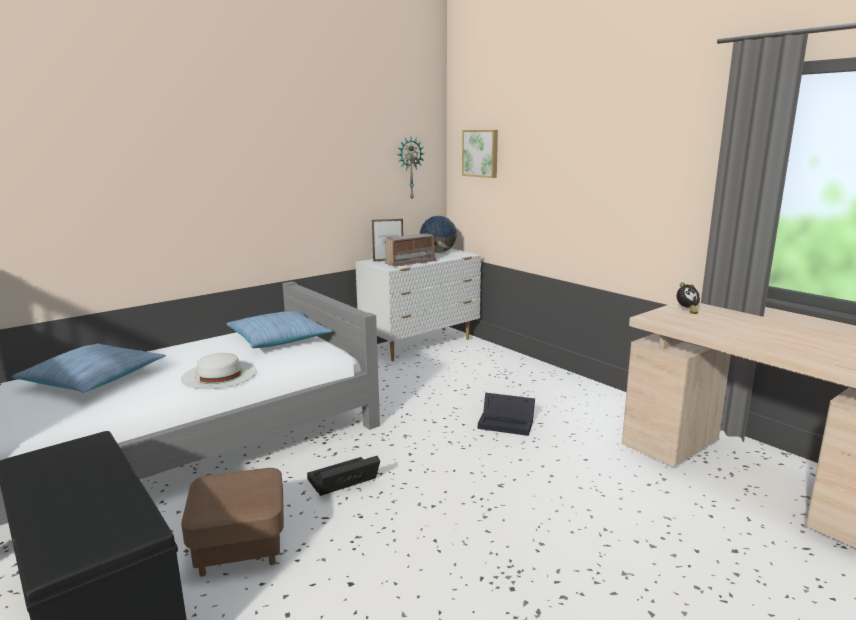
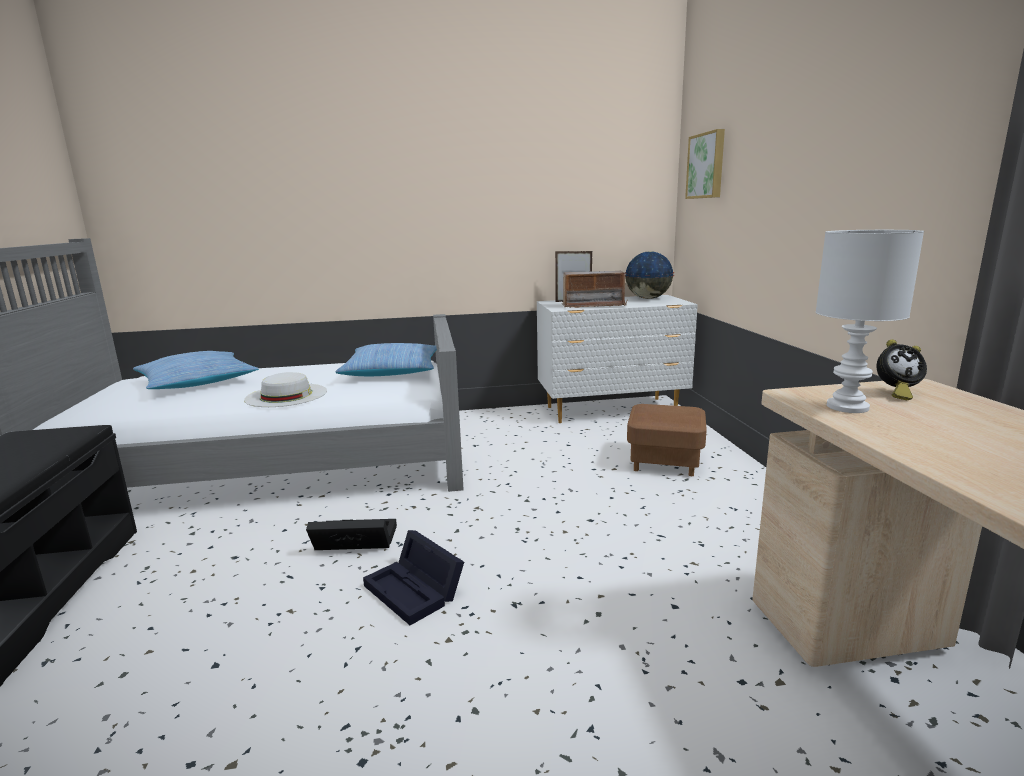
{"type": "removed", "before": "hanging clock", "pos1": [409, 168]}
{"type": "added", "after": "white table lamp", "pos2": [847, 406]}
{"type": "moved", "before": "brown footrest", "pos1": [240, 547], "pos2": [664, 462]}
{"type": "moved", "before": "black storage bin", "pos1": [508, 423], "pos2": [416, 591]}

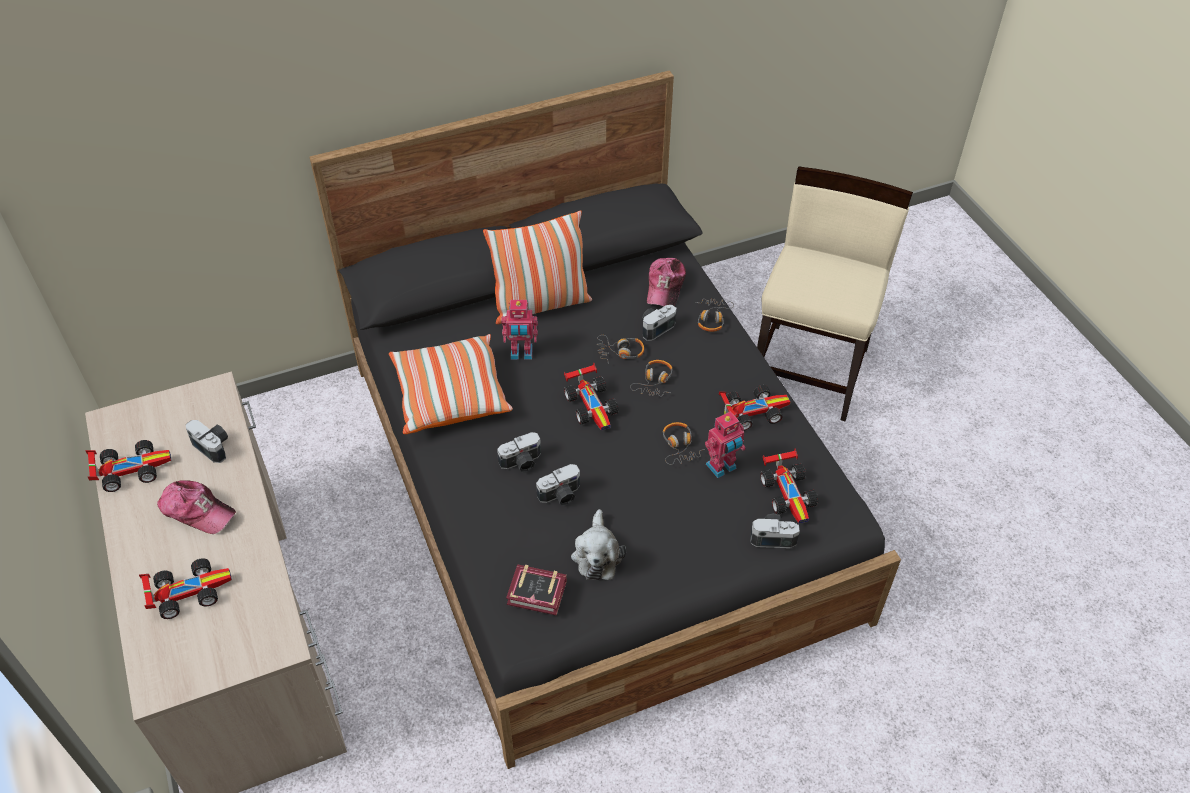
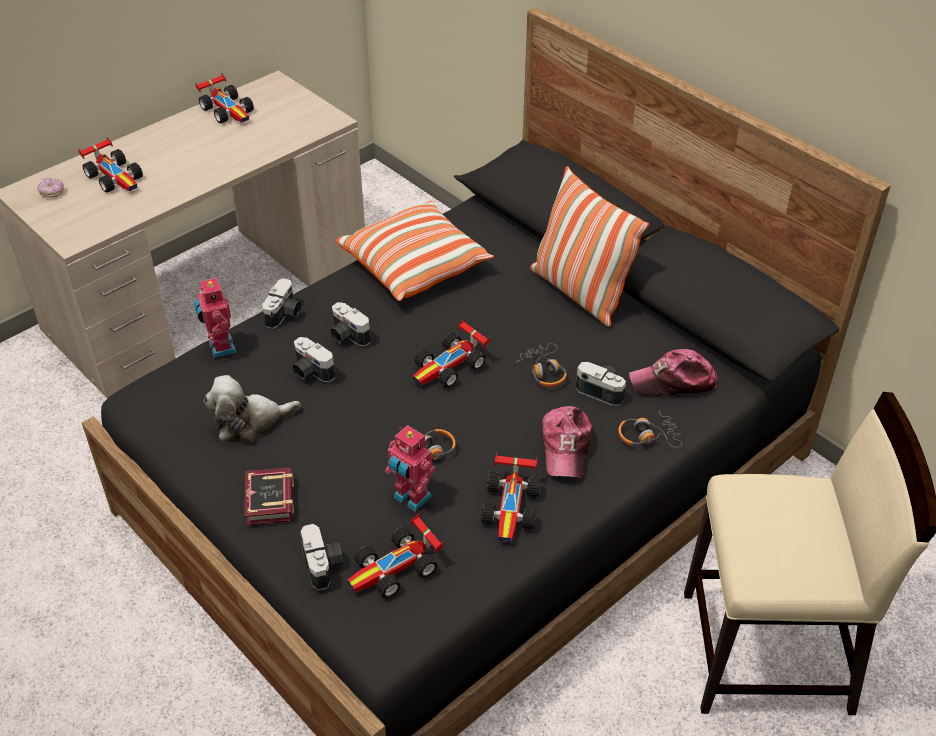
{"type": "removed", "before": "headset", "pos1": [654, 382]}
{"type": "added", "after": "donut", "pos2": [52, 192]}
{"type": "moved", "before": "peaked cap", "pos1": [197, 511], "pos2": [566, 447]}
{"type": "moved", "before": "still camera", "pos1": [214, 445], "pos2": [285, 315]}
{"type": "moved", "before": "toy robot", "pos1": [521, 354], "pos2": [220, 347]}
{"type": "moved", "before": "bound book", "pos1": [539, 595], "pos2": [268, 503]}
{"type": "turned", "before": "toy car", "pos1": [752, 411], "pos2": [512, 507], "turn": 45}

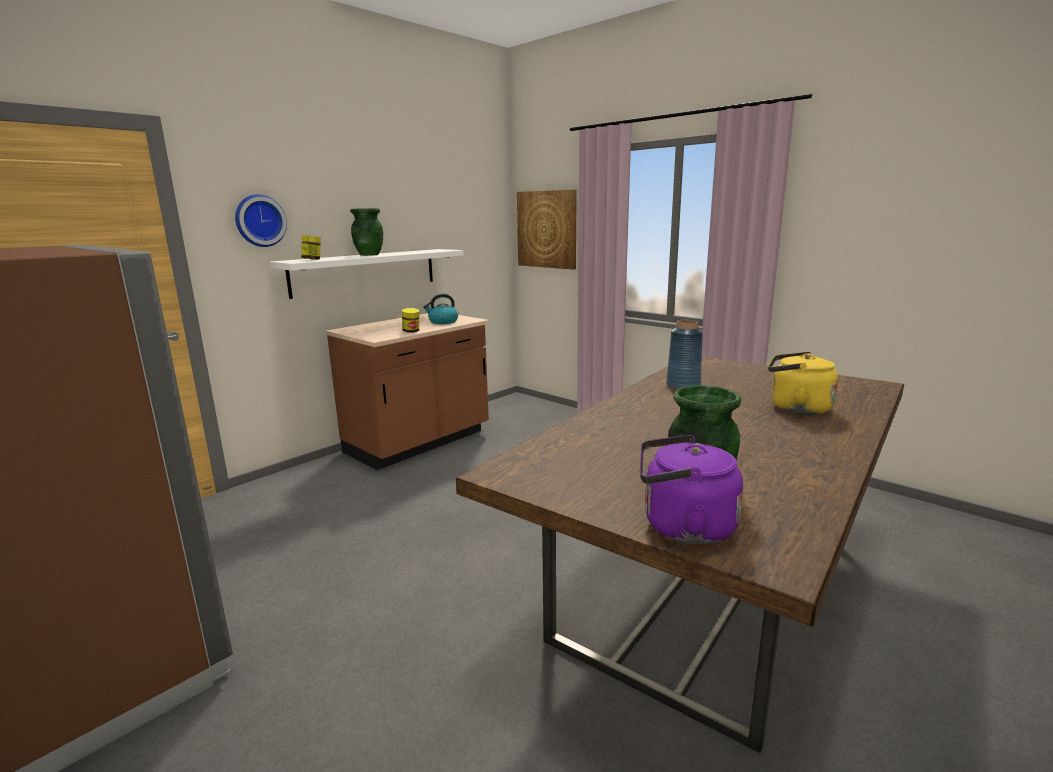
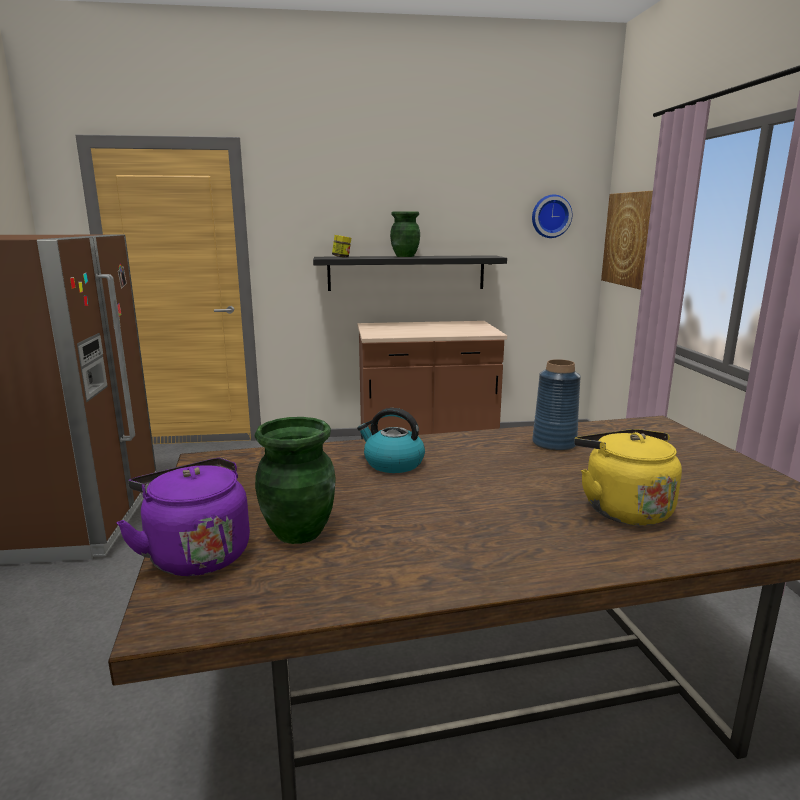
{"type": "removed", "before": "preserve jar", "pos1": [411, 331]}
{"type": "moved", "before": "hanging clock", "pos1": [259, 221], "pos2": [550, 216]}
{"type": "moved", "before": "water kettle", "pos1": [443, 322], "pos2": [392, 463]}
{"type": "recoloured", "before": "white wall shelf", "after": "black wall shelf", "pos1": [366, 272], "pos2": [406, 273]}

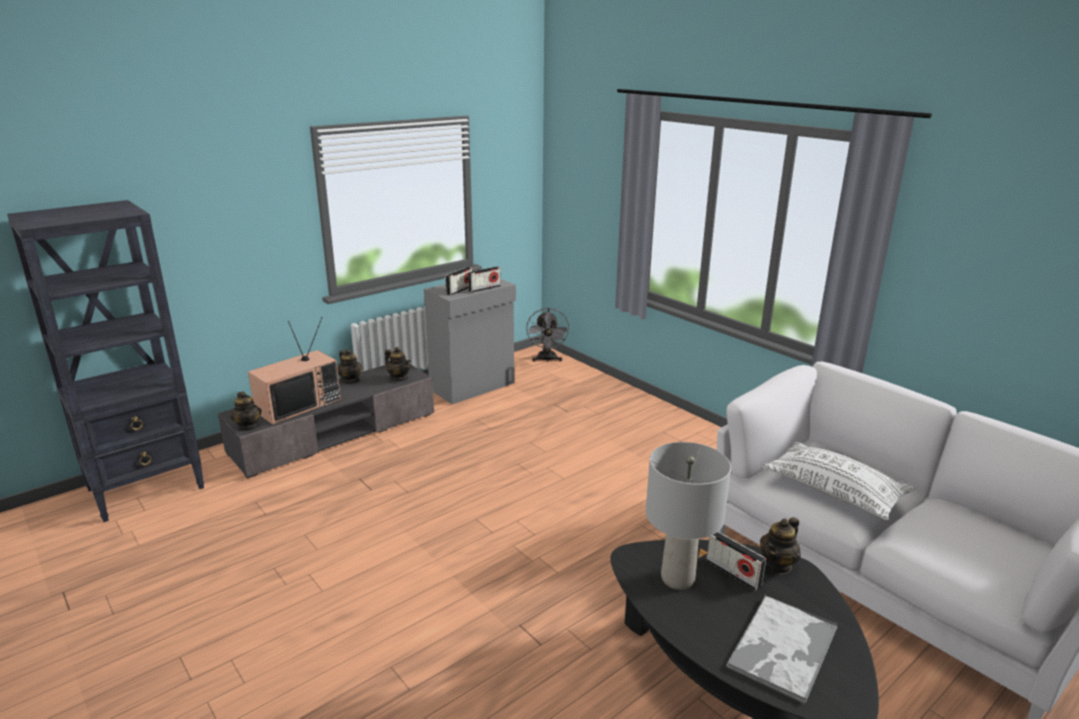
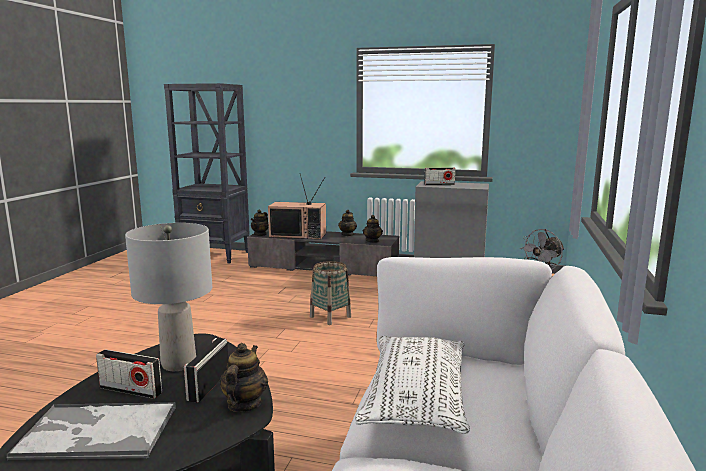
{"type": "added", "after": "storage basket", "pos2": [330, 317]}
{"type": "moved", "before": "radio set", "pos1": [484, 288], "pos2": [131, 390]}
{"type": "turned", "before": "teapot", "pos1": [777, 565], "pos2": [244, 404], "turn": 90}

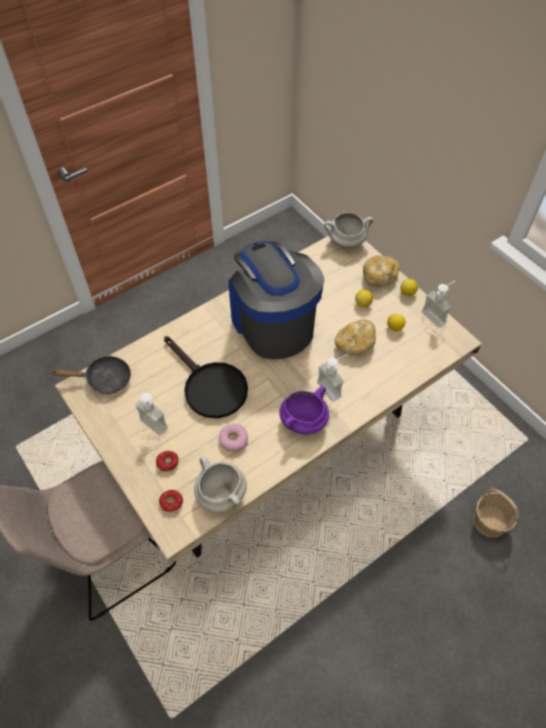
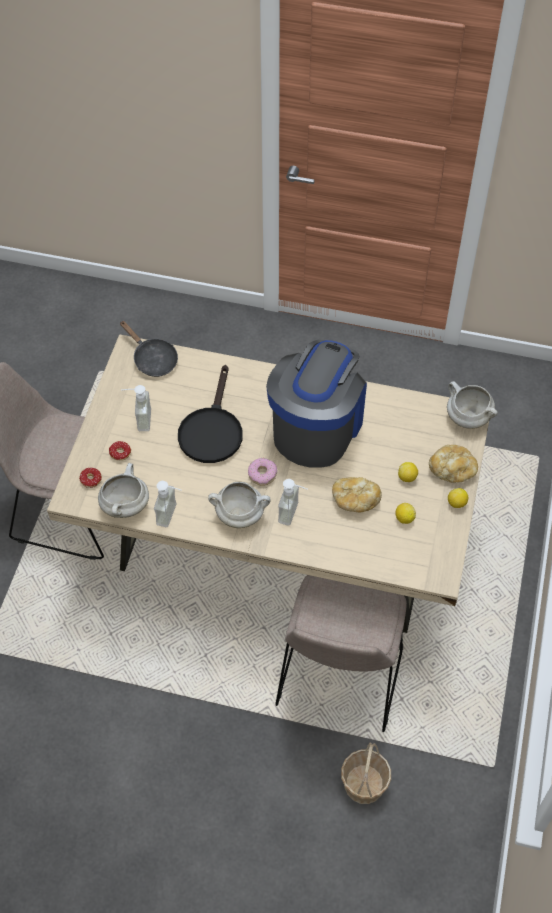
{"type": "added", "after": "beige plain chair", "pos2": [339, 678]}
{"type": "moved", "before": "donut", "pos1": [234, 440], "pos2": [262, 474]}
{"type": "moved", "before": "liquid soap bottle", "pos1": [437, 315], "pos2": [172, 515]}
{"type": "recoloured", "before": "purple-coloured saucepot", "after": "white saucepot", "pos1": [303, 421], "pos2": [240, 515]}

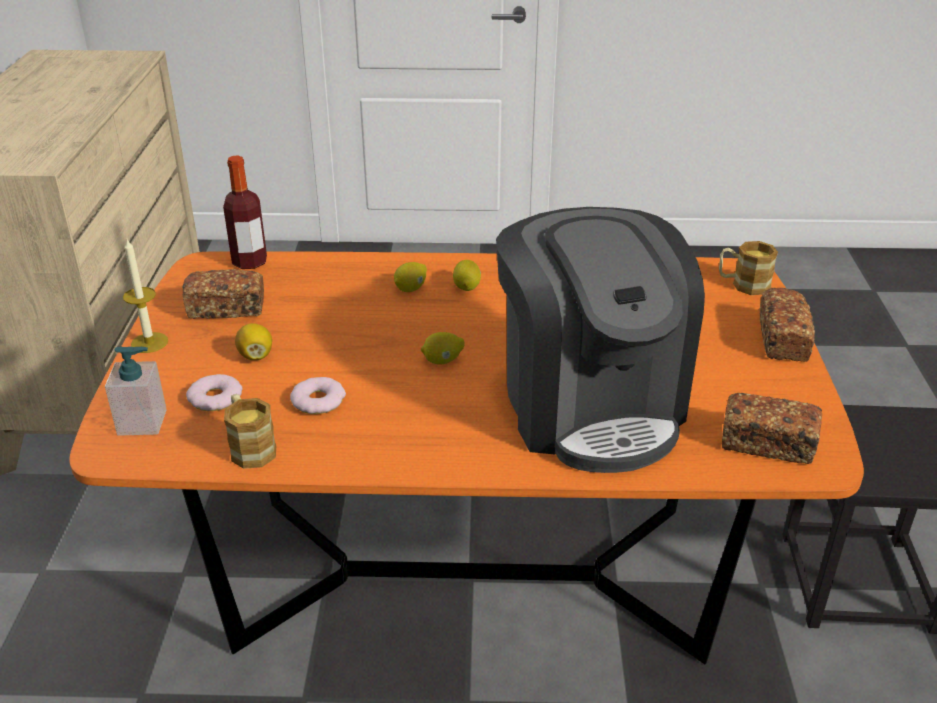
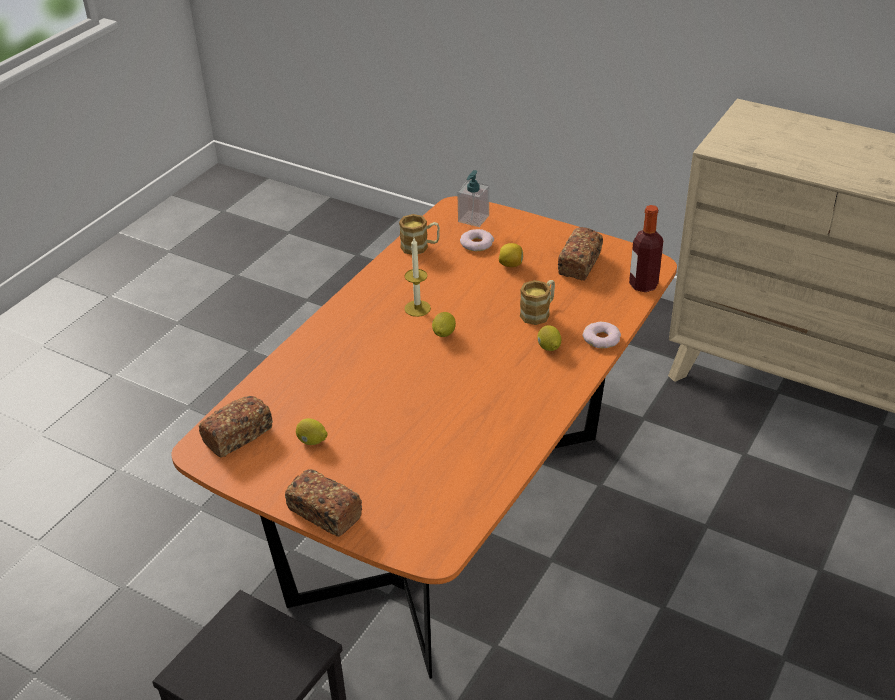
{"type": "removed", "before": "coffee maker", "pos1": [590, 405]}
{"type": "moved", "before": "candle", "pos1": [149, 342], "pos2": [417, 308]}
{"type": "moved", "before": "donut", "pos1": [318, 400], "pos2": [601, 339]}
{"type": "moved", "before": "citrus fruit", "pos1": [467, 287], "pos2": [312, 441]}
{"type": "moved", "before": "mug", "pos1": [743, 284], "pos2": [539, 312]}

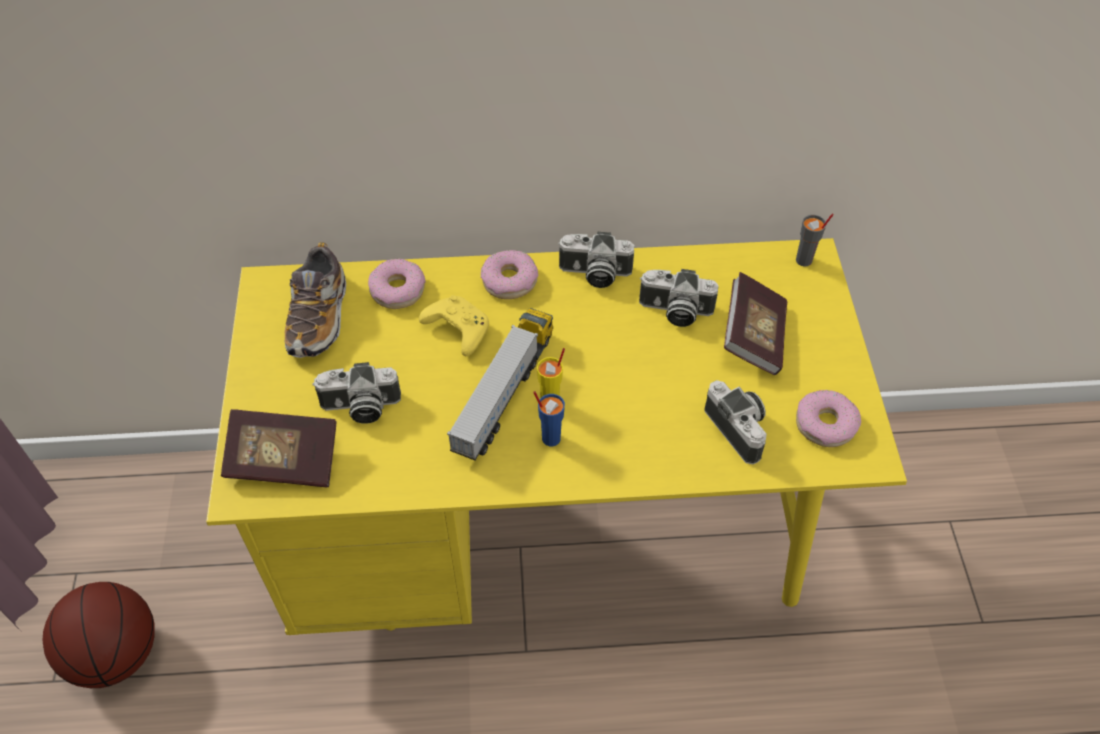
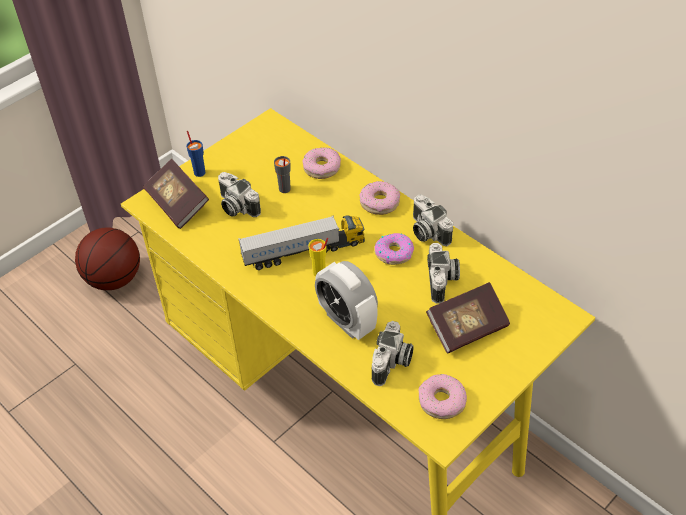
{"type": "removed", "before": "item of footwear", "pos1": [318, 317]}
{"type": "removed", "before": "yellowish game controller", "pos1": [457, 330]}
{"type": "added", "after": "alarm clock", "pos2": [347, 321]}
{"type": "added", "after": "donut", "pos2": [394, 253]}
{"type": "moved", "before": "blue cup", "pos1": [550, 438], "pos2": [199, 172]}
{"type": "moved", "before": "gray cup", "pos1": [804, 260], "pos2": [284, 189]}
{"type": "turned", "before": "still camera", "pos1": [674, 311], "pos2": [442, 281], "turn": -150}

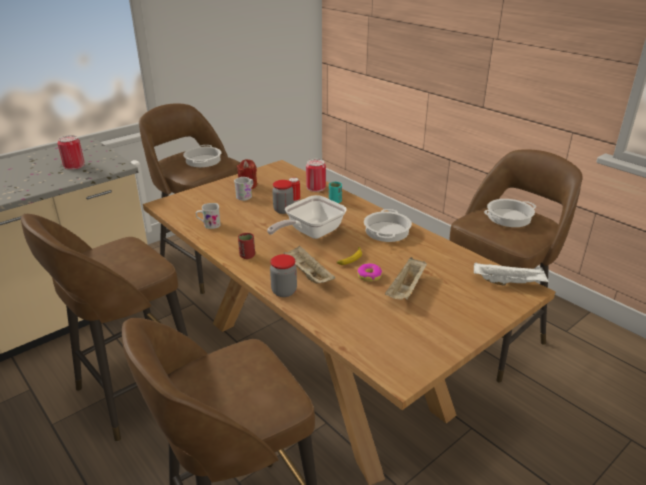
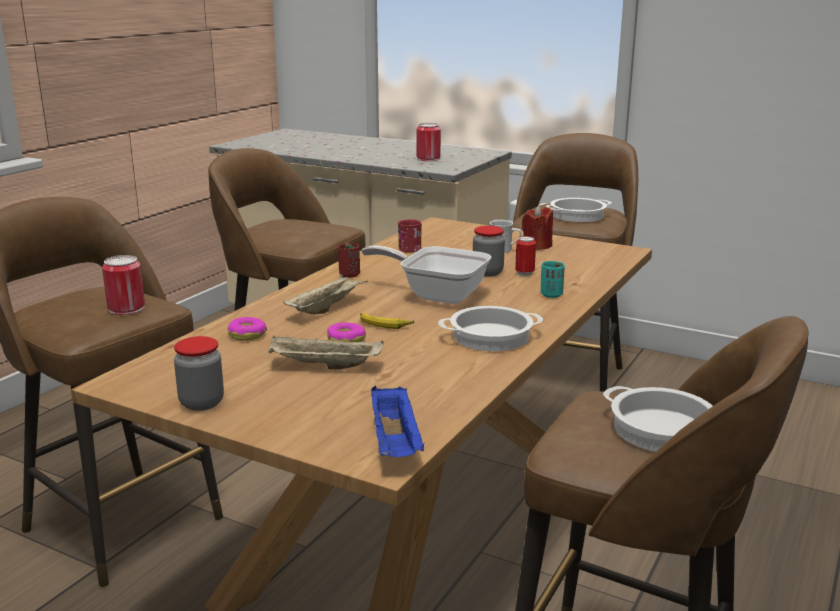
{"type": "added", "after": "donut", "pos2": [247, 335]}
{"type": "moved", "before": "preserve jar", "pos1": [284, 291], "pos2": [201, 403]}
{"type": "moved", "before": "metal can", "pos1": [316, 187], "pos2": [126, 308]}
{"type": "recoloured", "before": "white mug", "after": "reddish mug", "pos1": [209, 225], "pos2": [407, 248]}
{"type": "recoloured", "before": "white carrying tray", "after": "blue carrying tray", "pos1": [509, 283], "pos2": [395, 442]}

